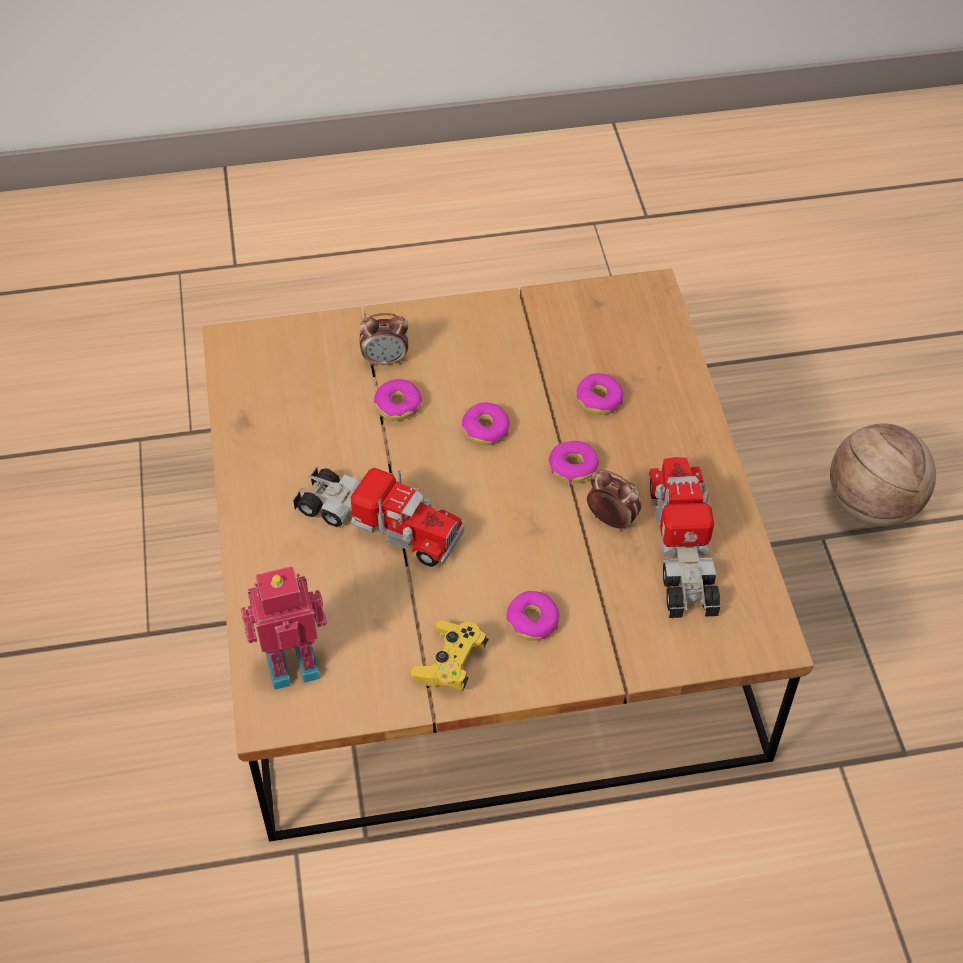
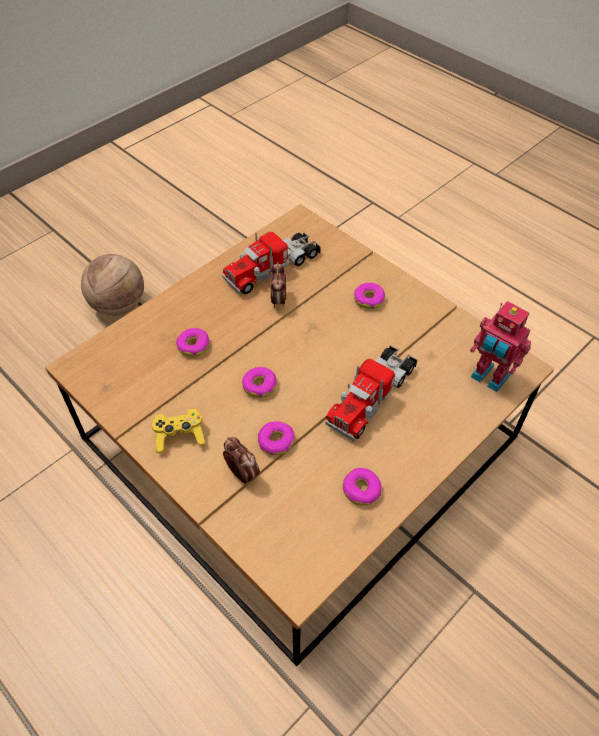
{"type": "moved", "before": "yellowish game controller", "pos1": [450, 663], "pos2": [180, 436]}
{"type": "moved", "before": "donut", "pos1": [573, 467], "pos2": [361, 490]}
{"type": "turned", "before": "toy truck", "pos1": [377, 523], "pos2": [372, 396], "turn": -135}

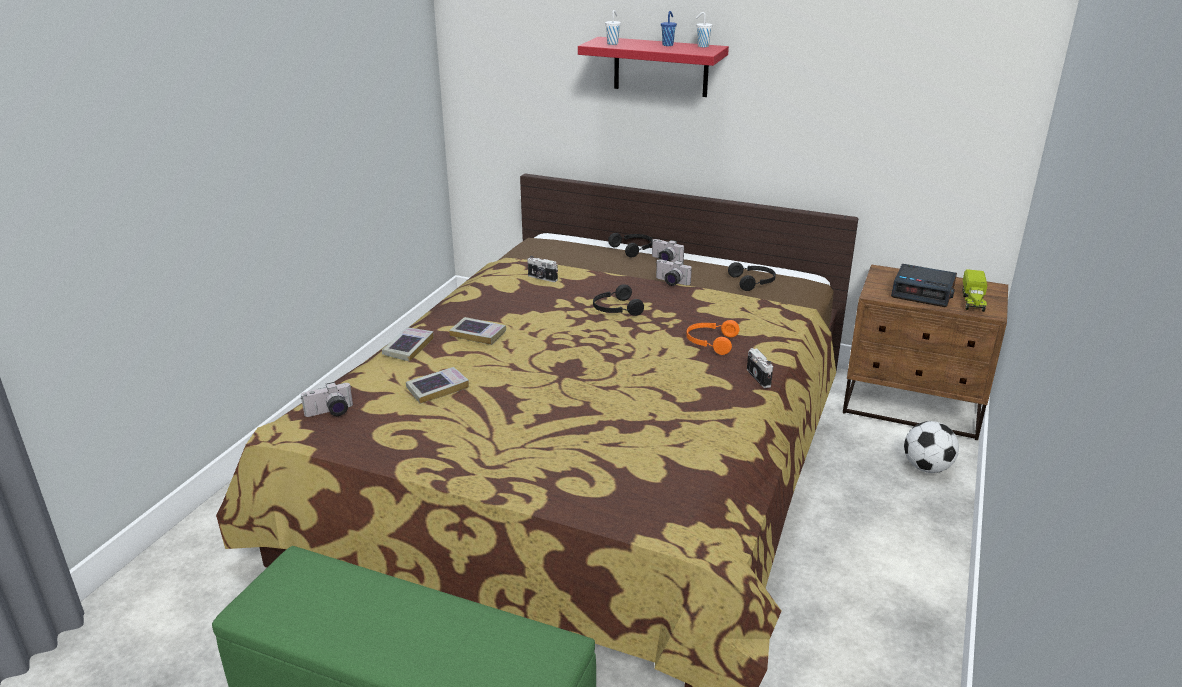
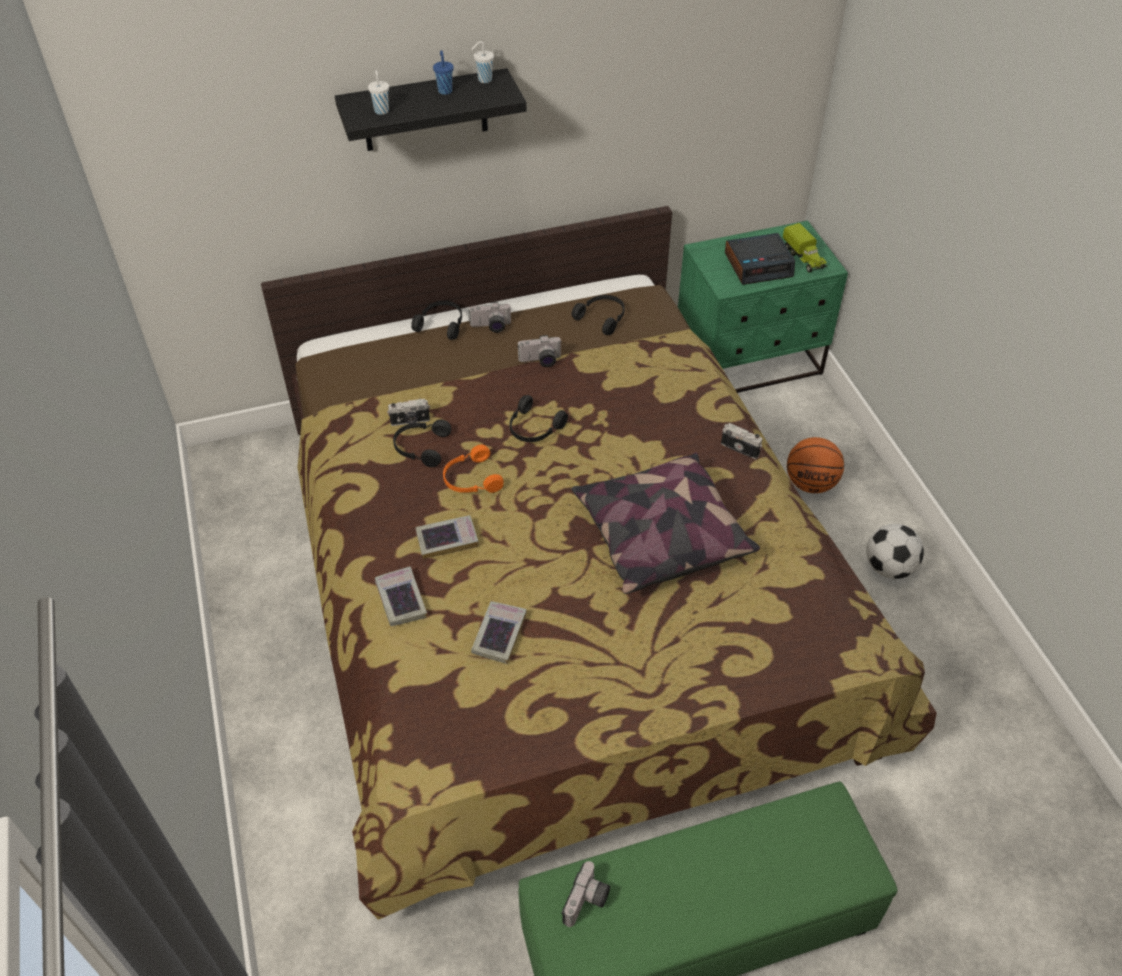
{"type": "added", "after": "black headset", "pos2": [421, 447]}
{"type": "added", "after": "throw pillow", "pos2": [660, 536]}
{"type": "added", "after": "basketball ball", "pos2": [810, 484]}
{"type": "moved", "before": "still camera", "pos1": [330, 413], "pos2": [587, 902]}
{"type": "moved", "before": "orangey headset", "pos1": [710, 342], "pos2": [471, 479]}
{"type": "moved", "before": "football ball", "pos1": [927, 468], "pos2": [889, 567]}
{"type": "recoloured", "before": "reddish wall shelf", "after": "black wall shelf", "pos1": [660, 67], "pos2": [425, 111]}
{"type": "recoloured", "before": "brown nightstand", "after": "greenish nightstand", "pos1": [913, 407], "pos2": [749, 362]}

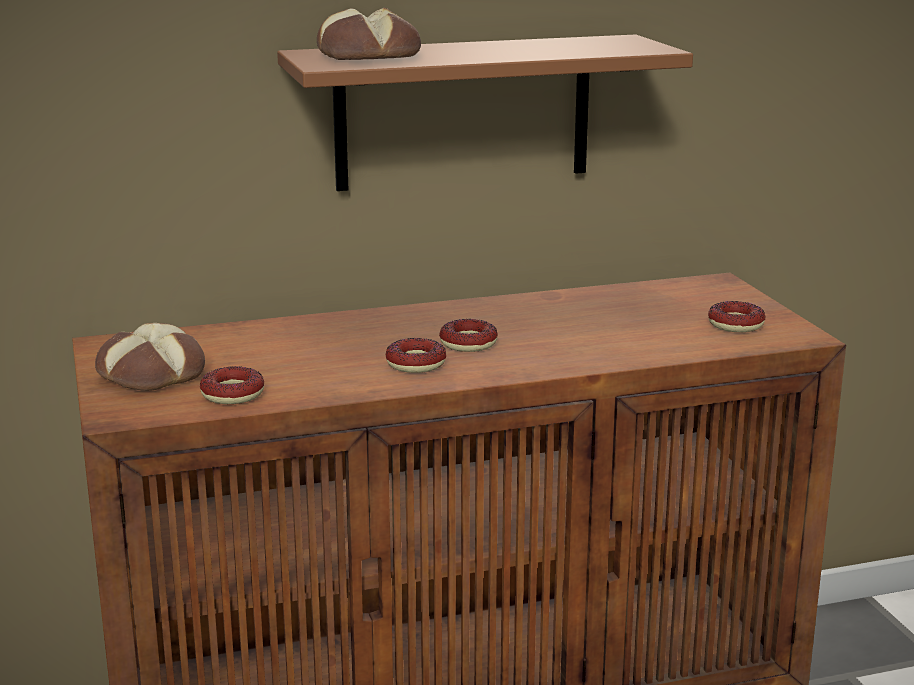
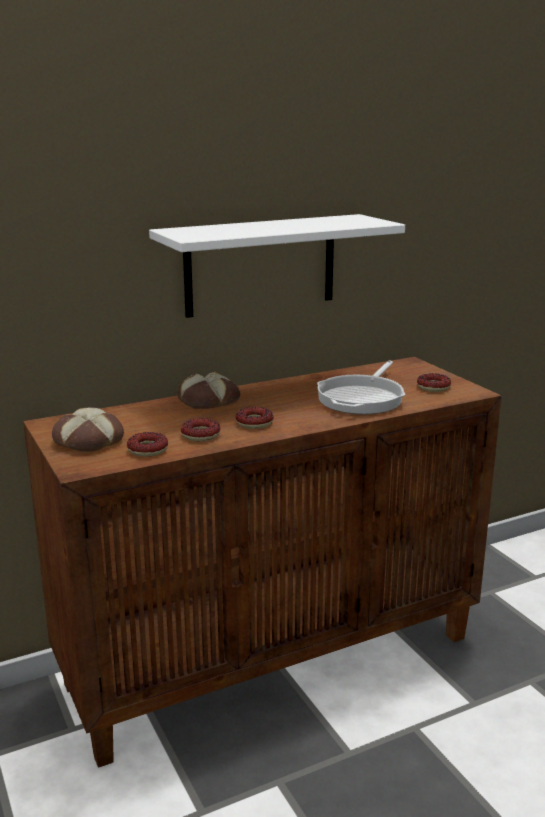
{"type": "added", "after": "pan", "pos2": [362, 398]}
{"type": "moved", "before": "baked bread", "pos1": [369, 55], "pos2": [209, 401]}
{"type": "moved", "before": "donut", "pos1": [468, 343], "pos2": [201, 435]}
{"type": "recoloured", "before": "brown wall shelf", "after": "white wall shelf", "pos1": [463, 112], "pos2": [260, 265]}

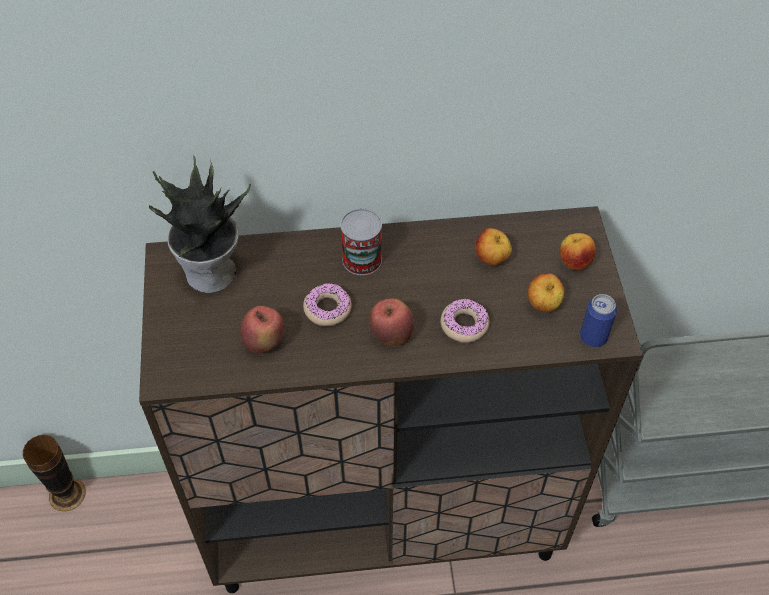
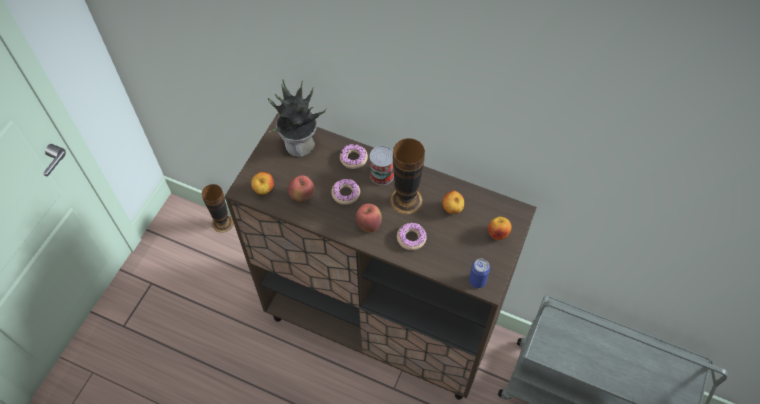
{"type": "added", "after": "donut", "pos2": [353, 158]}
{"type": "added", "after": "decorative vase", "pos2": [406, 200]}
{"type": "moved", "before": "apple fruit", "pos1": [543, 305], "pos2": [264, 189]}

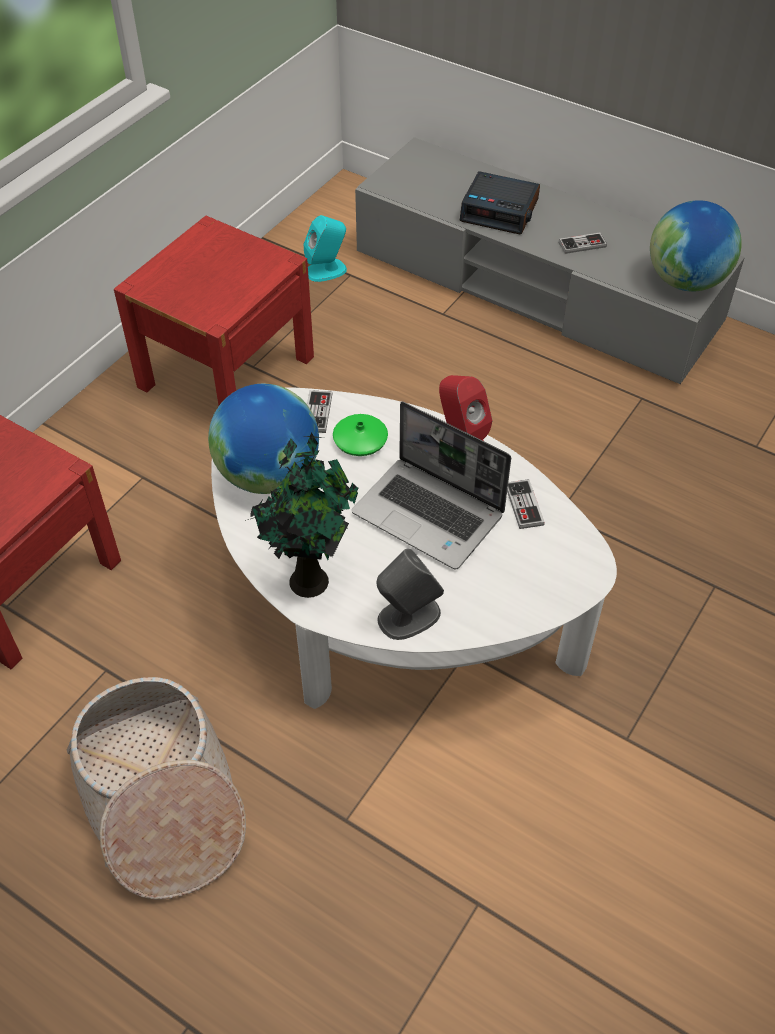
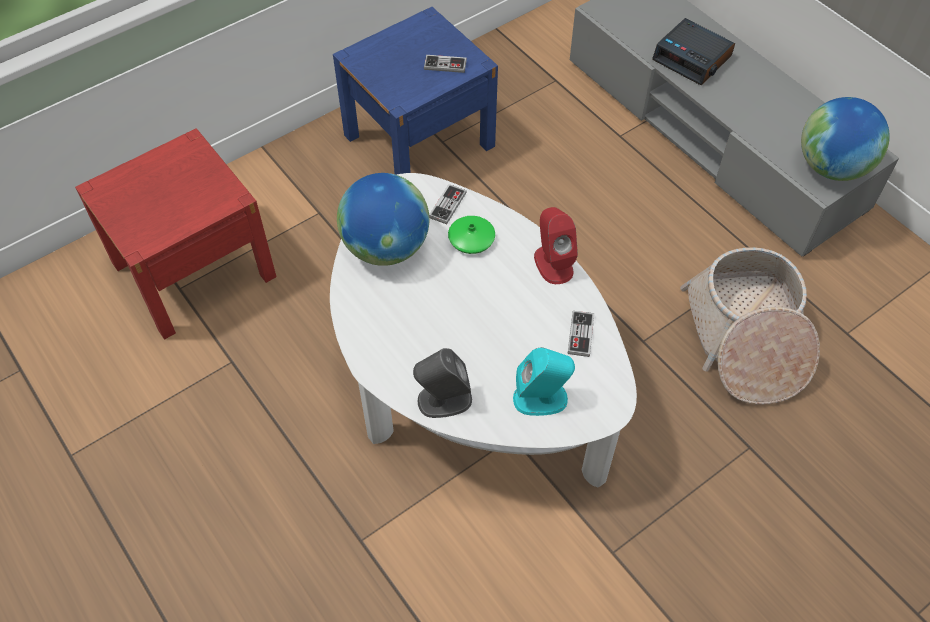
{"type": "removed", "before": "houseplant", "pos1": [309, 578]}
{"type": "removed", "before": "portable computer", "pos1": [430, 514]}
{"type": "moved", "before": "storage basket", "pos1": [161, 801], "pos2": [745, 340]}
{"type": "moved", "before": "blue-green audio speaker", "pos1": [326, 270], "pos2": [541, 398]}
{"type": "moved", "before": "game controller", "pos1": [582, 244], "pos2": [445, 65]}
{"type": "recoloured", "before": "reddish nightstand", "after": "blue nightstand", "pos1": [226, 372], "pos2": [419, 141]}

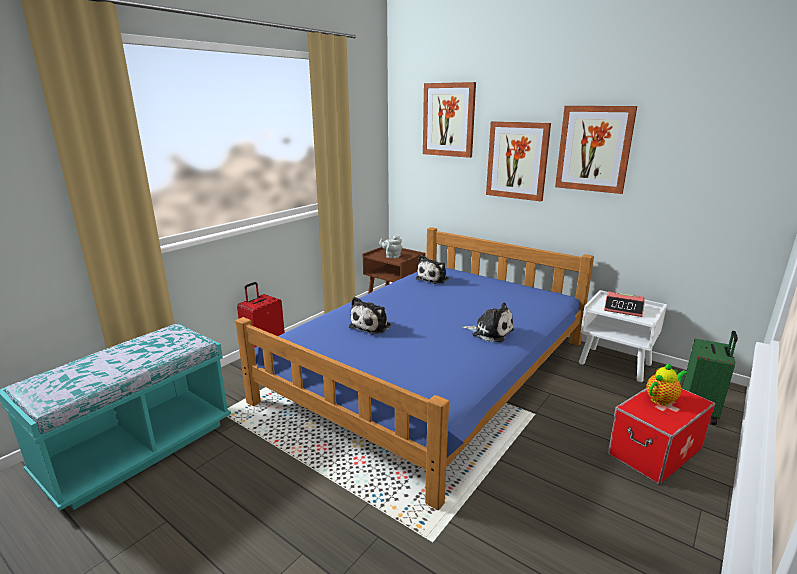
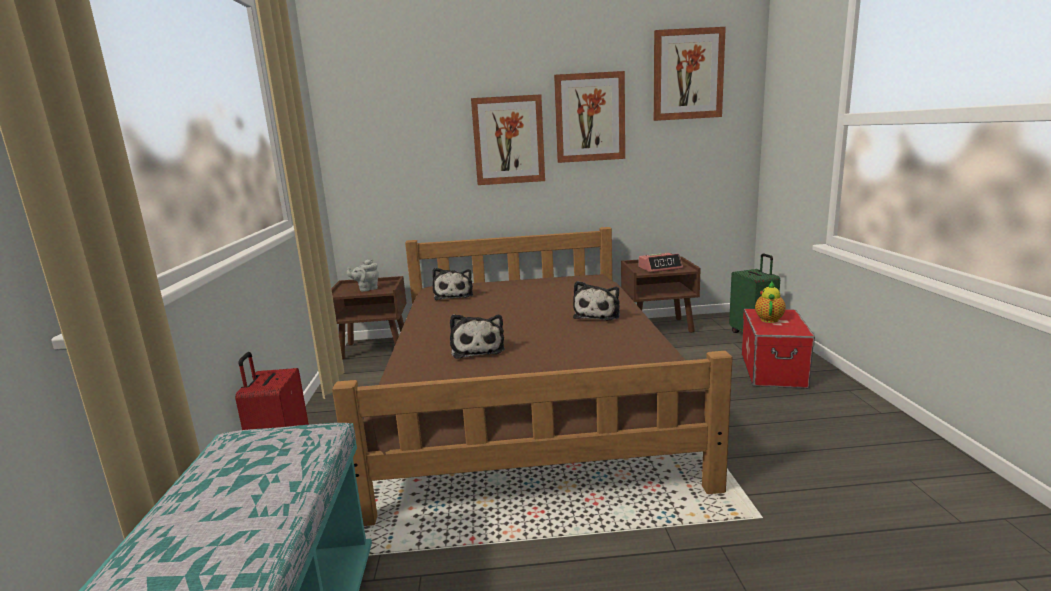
{"type": "moved", "before": "wall art", "pos1": [448, 120], "pos2": [687, 74]}
{"type": "recoloured", "before": "blue sleeping bed", "after": "brown sleeping bed", "pos1": [431, 370], "pos2": [526, 392]}
{"type": "recoloured", "before": "white nightstand", "after": "brown nightstand", "pos1": [615, 364], "pos2": [658, 327]}
{"type": "turned", "before": "soft toy", "pos1": [490, 332], "pos2": [598, 314], "turn": 120}

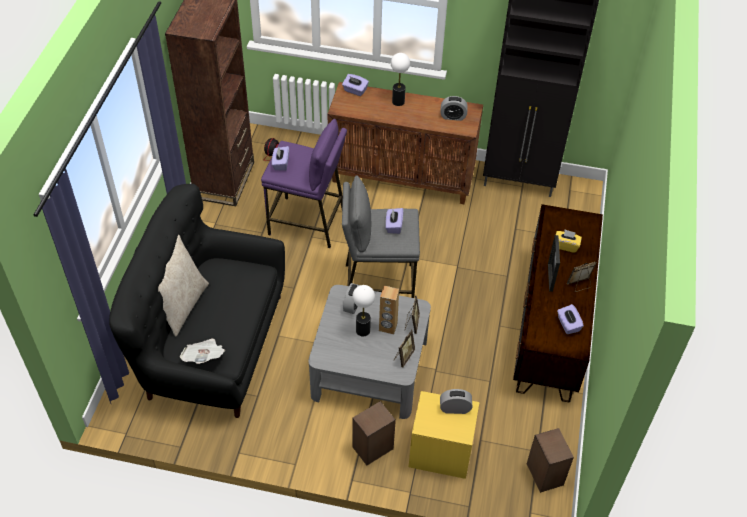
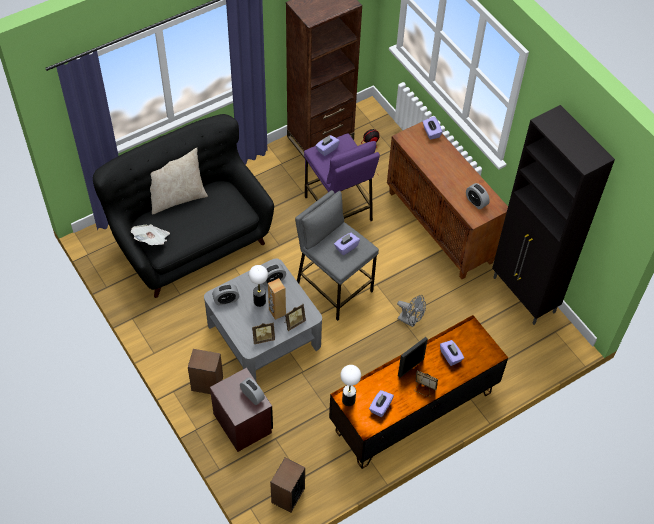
{"type": "added", "after": "alarm clock", "pos2": [226, 300]}
{"type": "added", "after": "gray electric fan", "pos2": [410, 321]}
{"type": "moved", "before": "table lamp", "pos1": [398, 101], "pos2": [348, 400]}
{"type": "recoloured", "before": "yellowish nightstand", "after": "brown nightstand", "pos1": [440, 452], "pos2": [242, 423]}
{"type": "recoloured", "before": "yellowish tissue box", "after": "purple-coloured tissue box", "pos1": [566, 246], "pos2": [451, 356]}

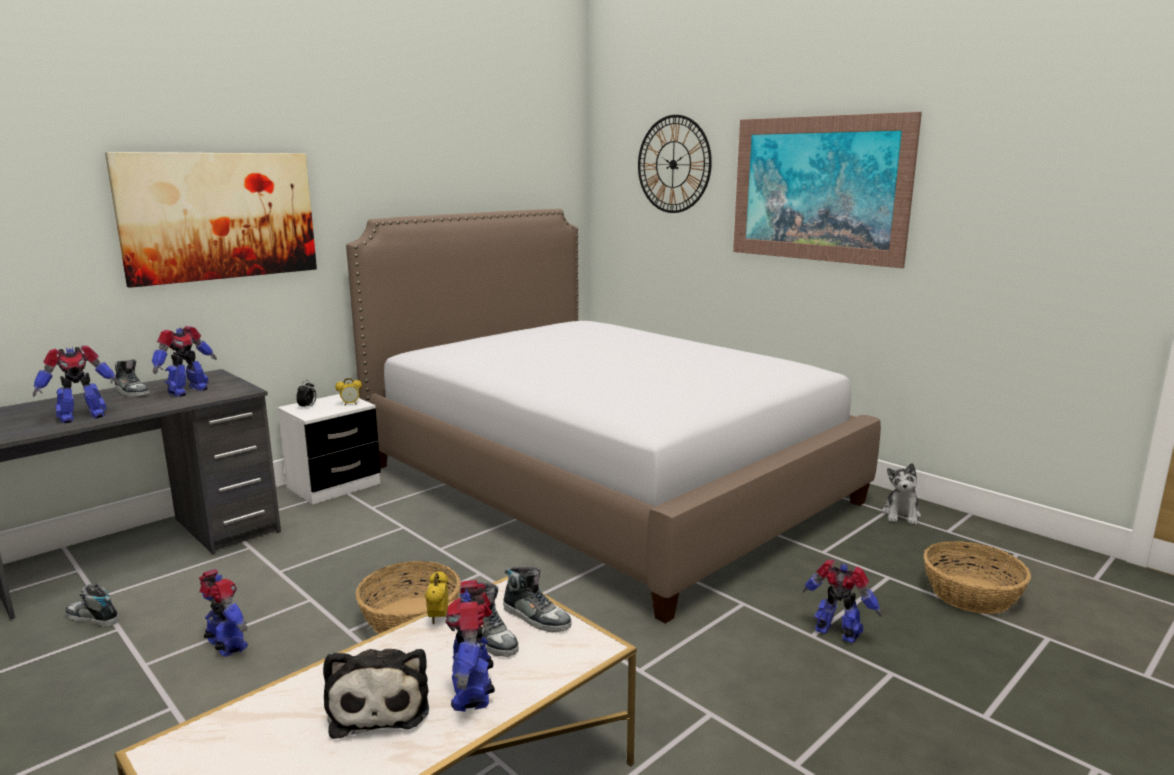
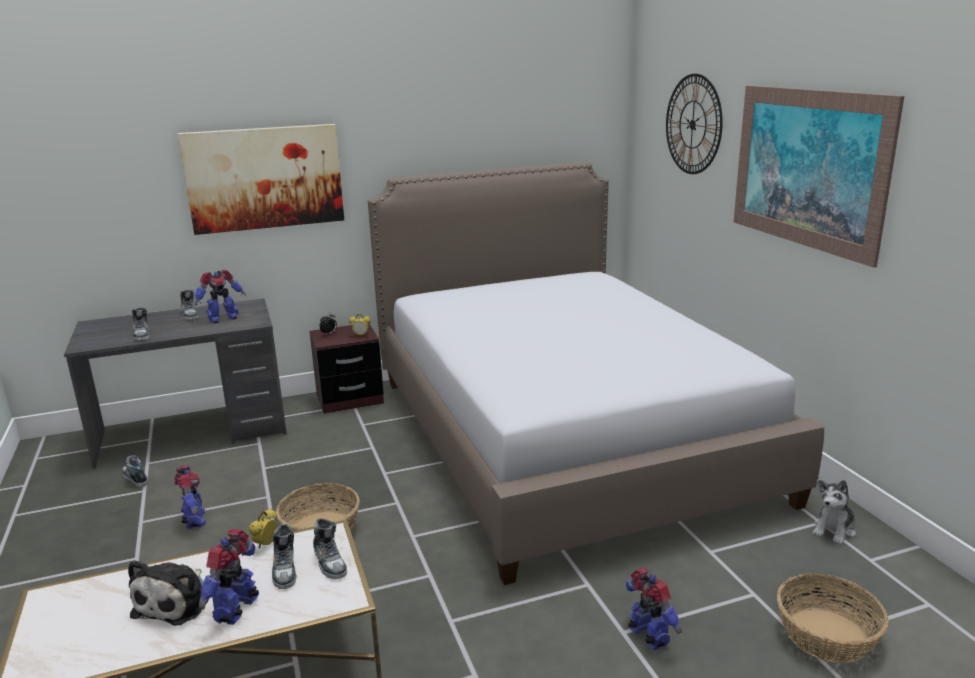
{"type": "replaced", "before": "toy robot", "after": "item of footwear", "pos1": [81, 417], "pos2": [142, 334]}
{"type": "recoloured", "before": "white nightstand", "after": "brown nightstand", "pos1": [334, 486], "pos2": [350, 399]}

